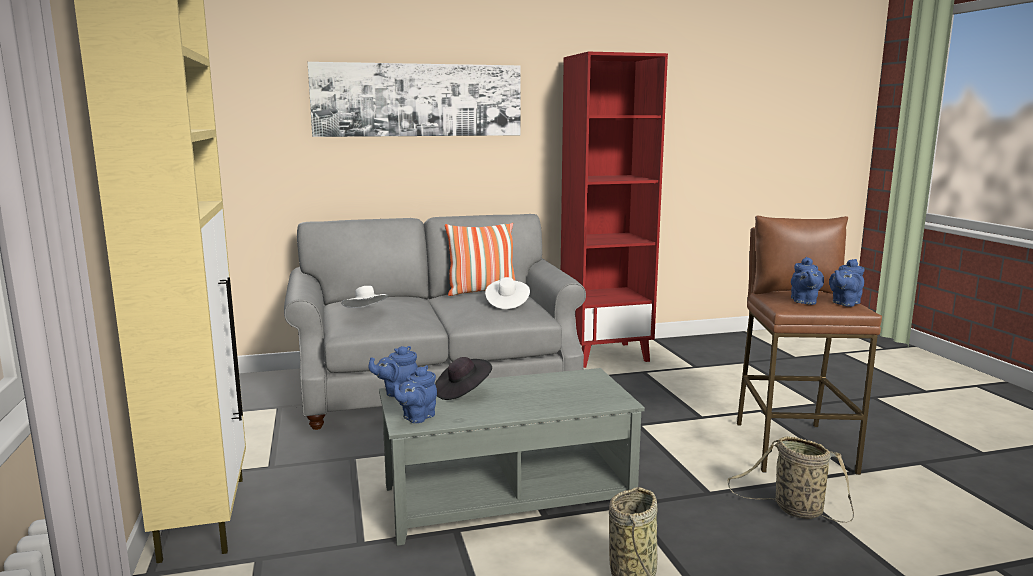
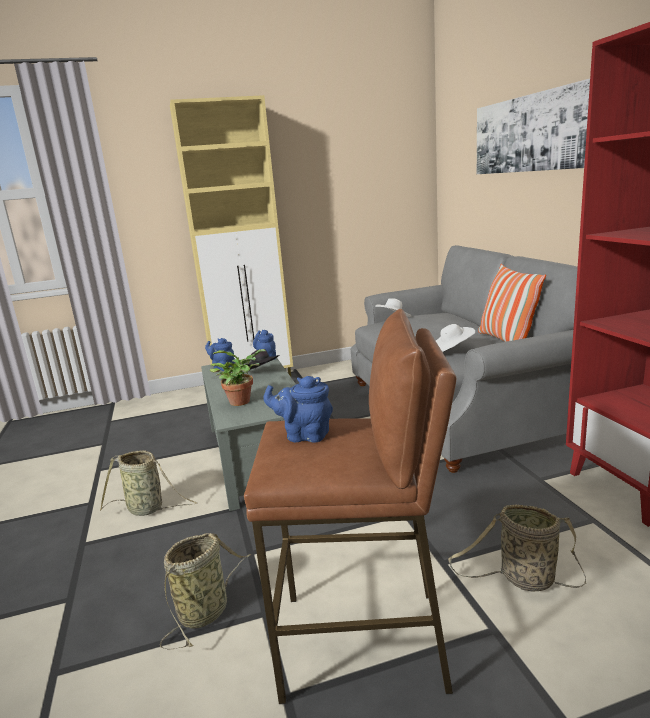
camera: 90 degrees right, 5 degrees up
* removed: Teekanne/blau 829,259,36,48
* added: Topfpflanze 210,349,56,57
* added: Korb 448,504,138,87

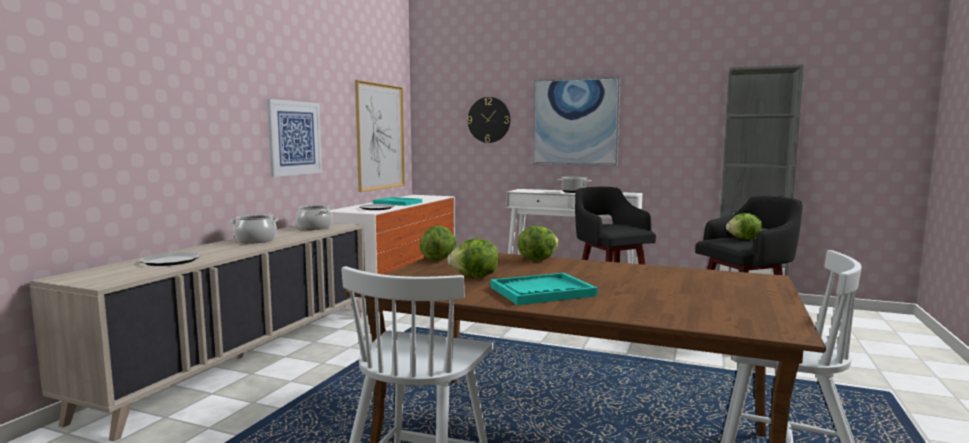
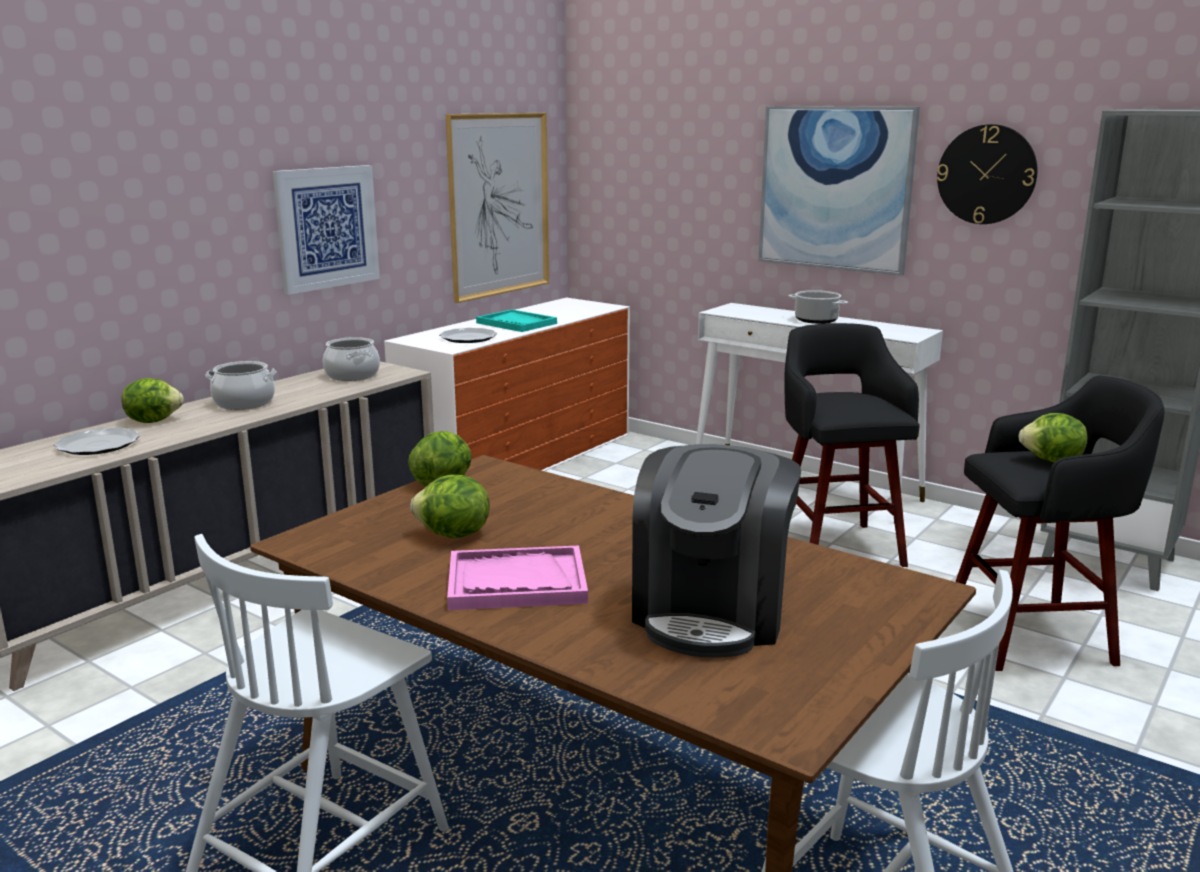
camera: 15 degrees right, 10 degrees up
* moved: Wanduhr 467,97,43,46 to 937,124,100,100
* moved: Salatkopf 517,226,42,35 to 122,378,62,45
* recoloured: Tablett/türkis 491,273,107,32 to Tablett/rosa 447,545,141,65
* added: Kaffeemaschine 632,444,169,214

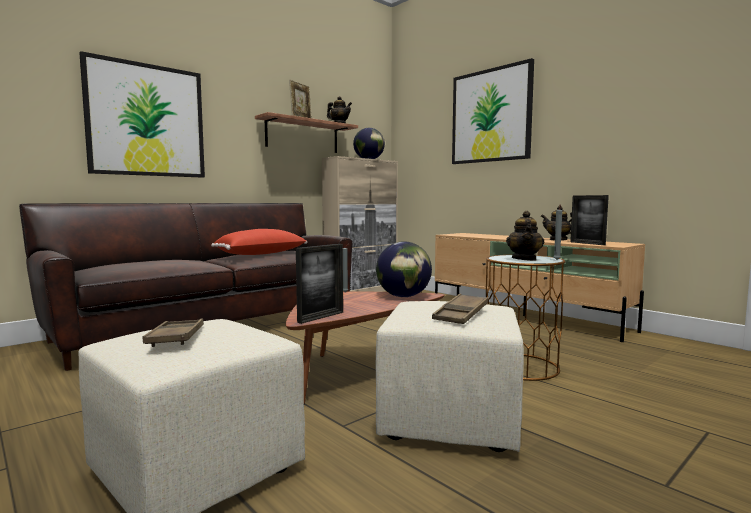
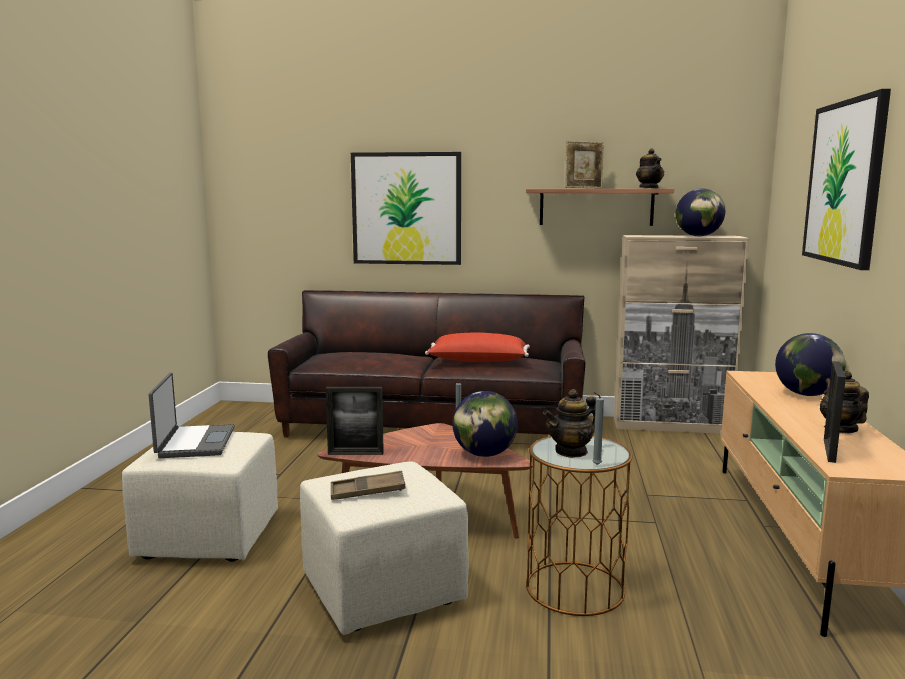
camera: 50 degrees right, 5 degrees up
* replaced: Tablett/braun 142,319,62,28 to Laptop 149,372,86,86
* added: Globus 775,333,71,63

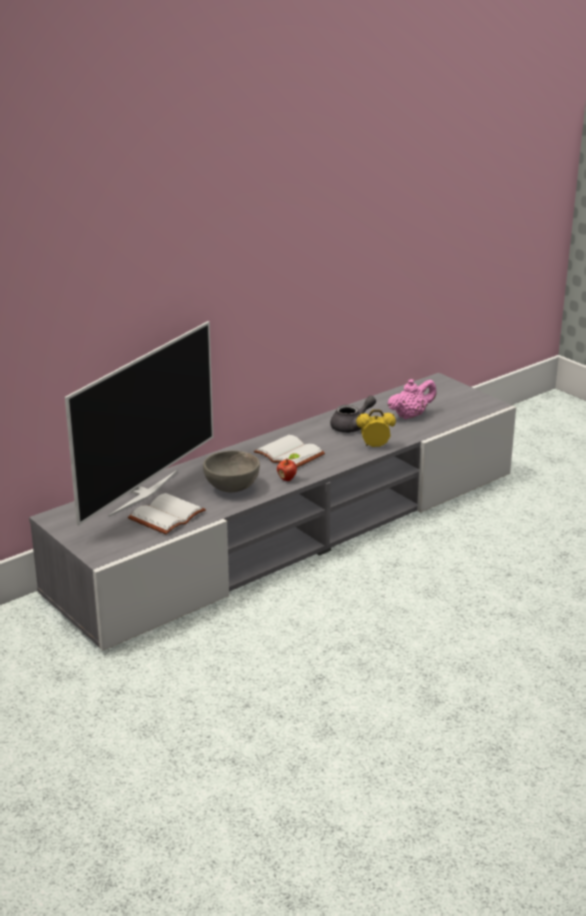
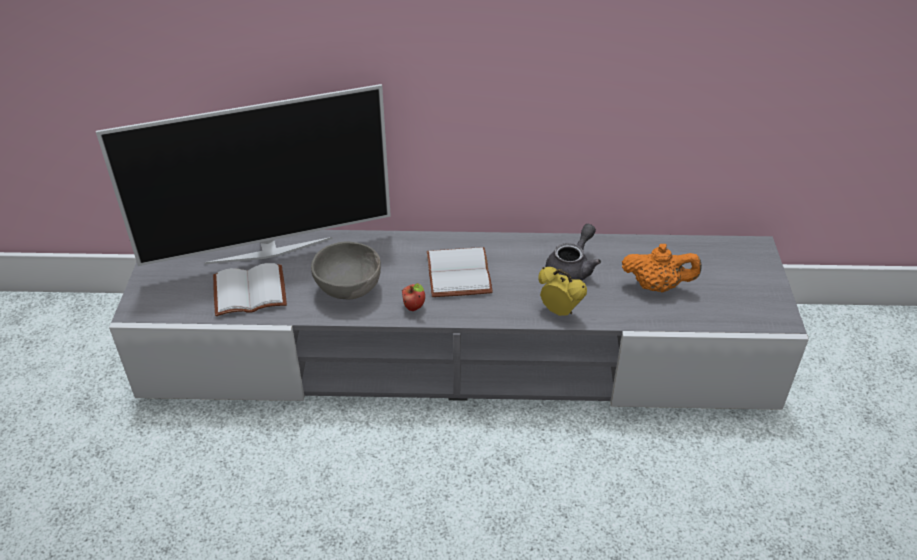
camera: 40 degrees right, 15 degrees up
* recoloured: Teekanne/rosa 388,379,49,40 to Teekanne/orange 622,244,80,48
* turned: Teekanne/grau 330,396,46,37 = 545,224,56,57 60 degrees counterclockwise

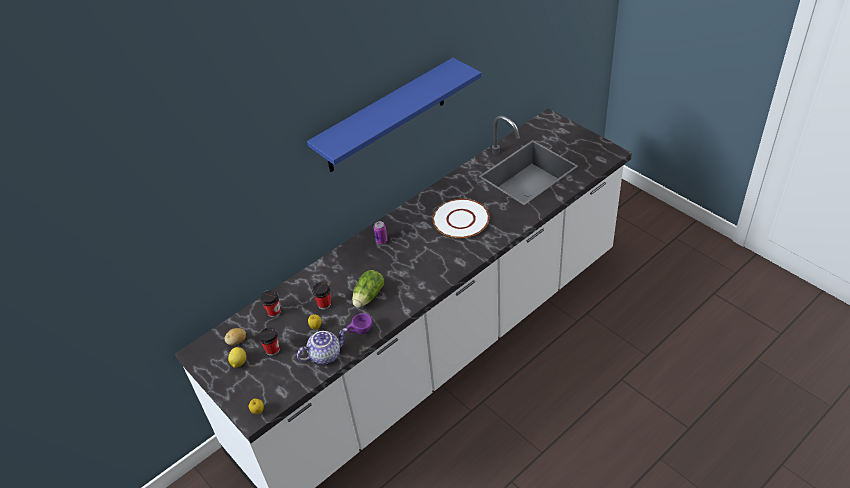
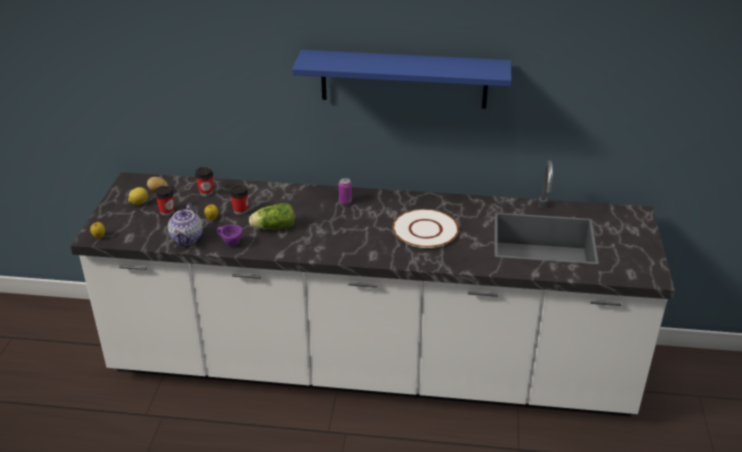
camera: 45 degrees right, 10 degrees down
* turned: Teekanne 297,328,50,36 = 168,204,35,41 75 degrees clockwise

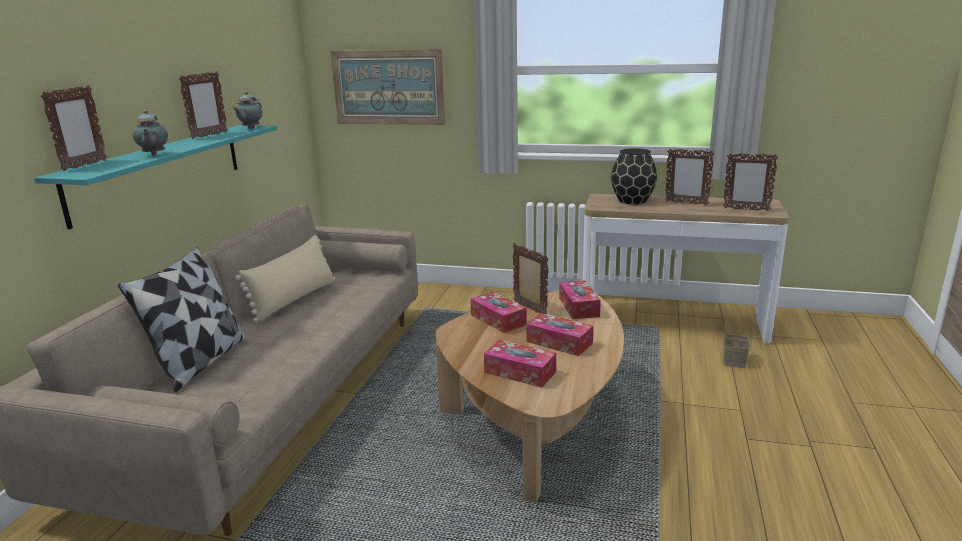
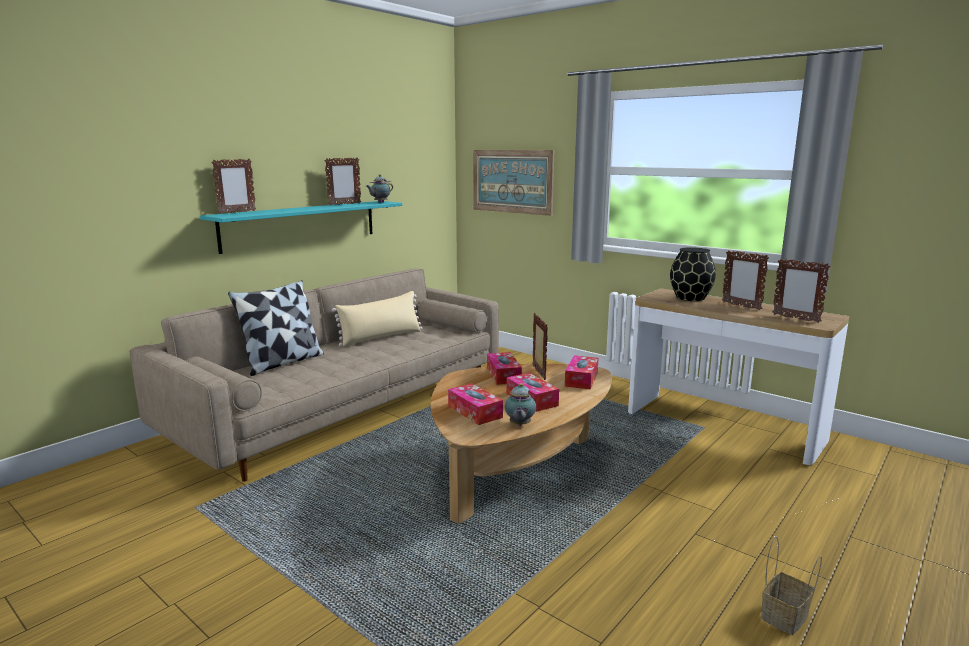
camera: 25 degrees right, 5 degrees down
* moved: Teekanne 133,110,35,46 to 505,383,31,43
* moved: Korb 723,309,34,59 to 761,536,61,99

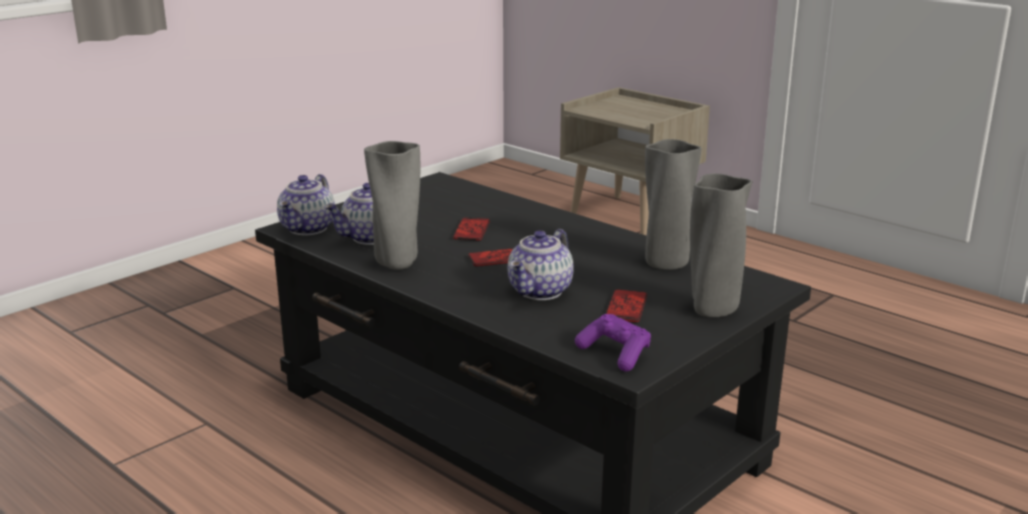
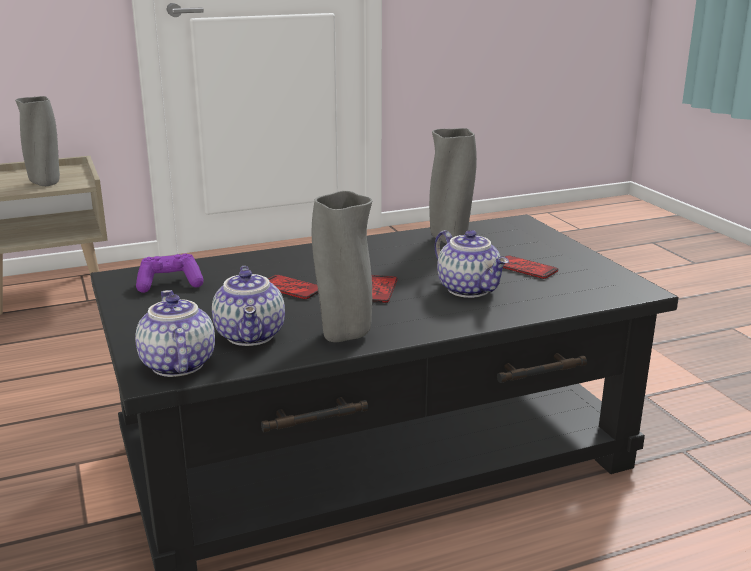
camera: 65 degrees left, 0 degrees up
* turned: Teekanne 277,174,58,61 = 135,290,80,87 150 degrees counterclockwise
* moved: Vase/grau 690,174,63,143 to 15,96,45,90
* moved: Gamepad/lila 575,314,76,58 to 136,253,68,40

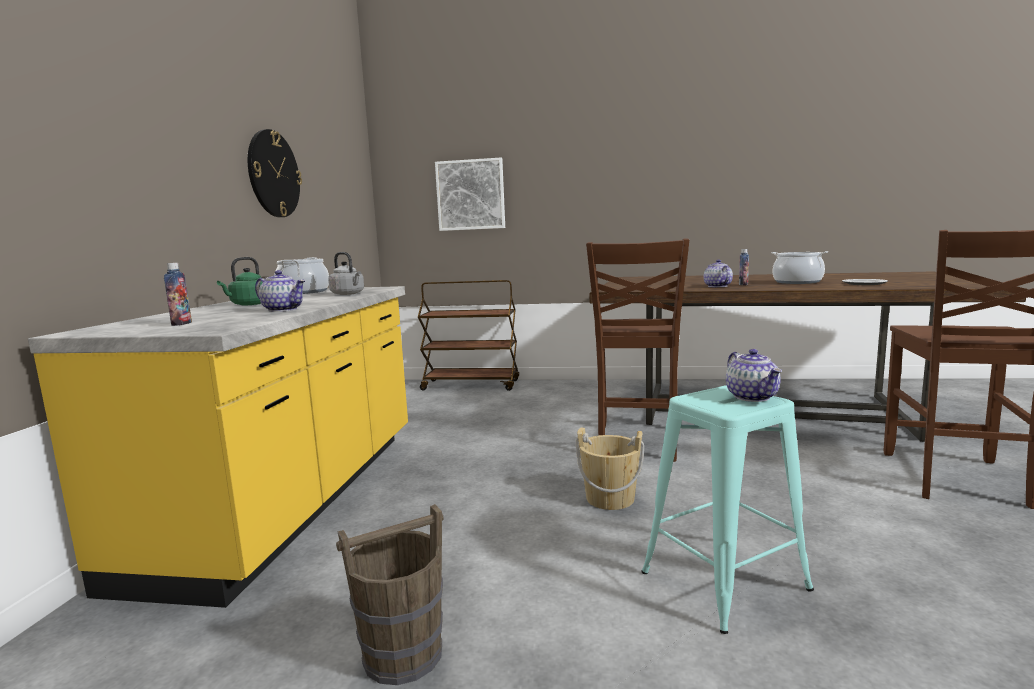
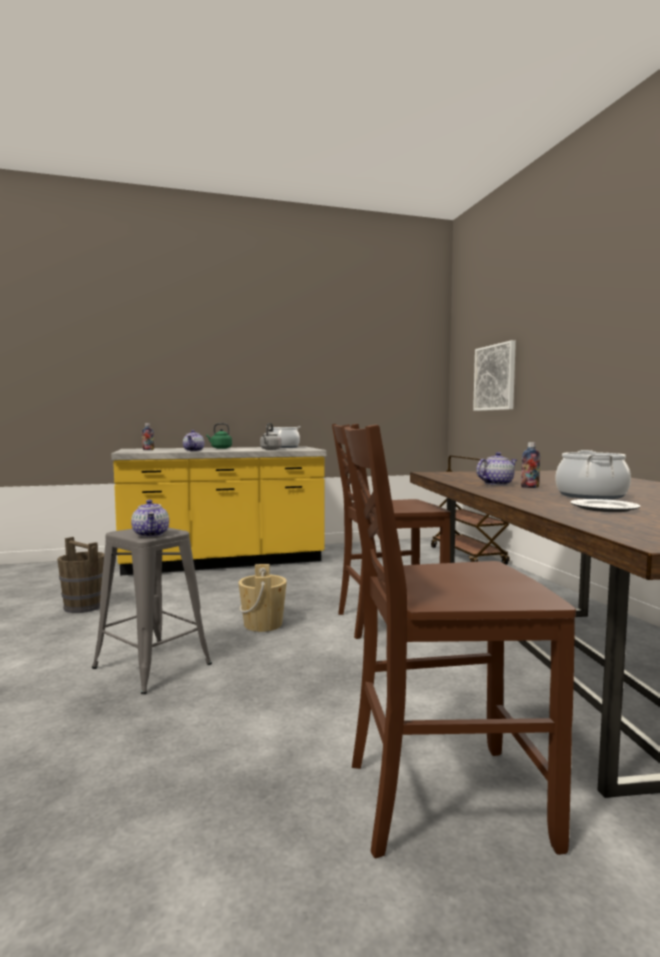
camera: 65 degrees right, 5 degrees down
* removed: Wanduhr 248,129,54,88
* turned: Teekanne 726,349,56,53 = 131,500,38,37 75 degrees counterclockwise
* recoloured: Hocker/türkis 641,385,173,249 to Hocker/grau 92,528,120,166

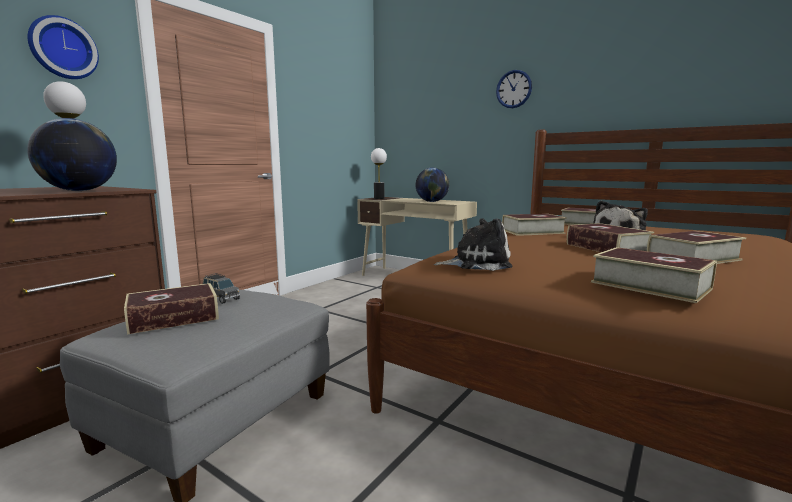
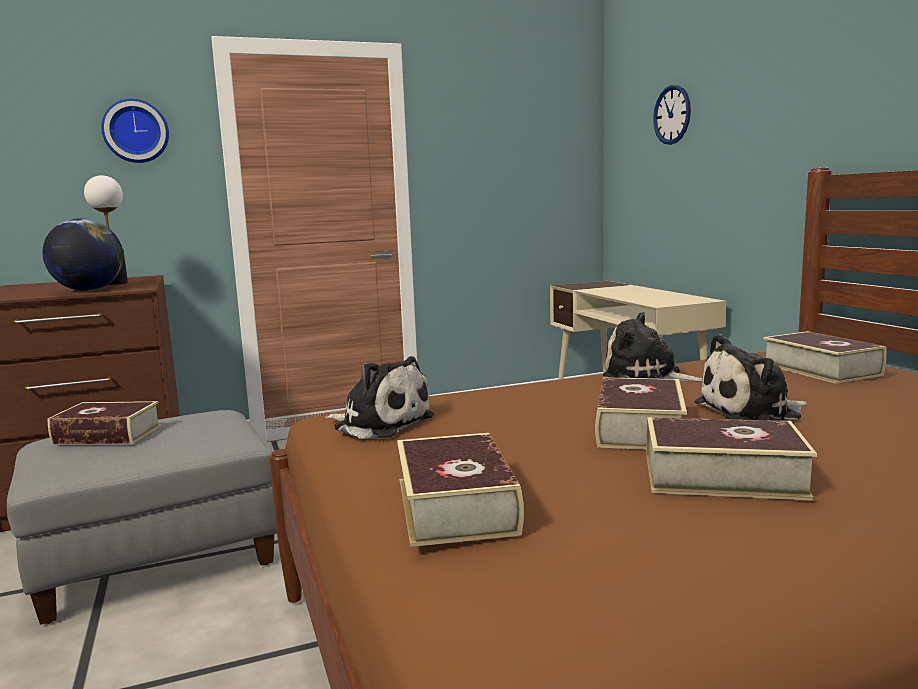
camera: 35 degrees right, 0 degrees up
* moved: Wanduhr 496,70,36,38 to 653,85,38,60
* removed: Tischlampe 371,148,16,51
* removed: Globus 416,168,33,34
* replaced: Buch 502,214,65,22 to Plüschtier 603,312,100,70
* removed: Spielzeugauto/grau 203,273,37,31

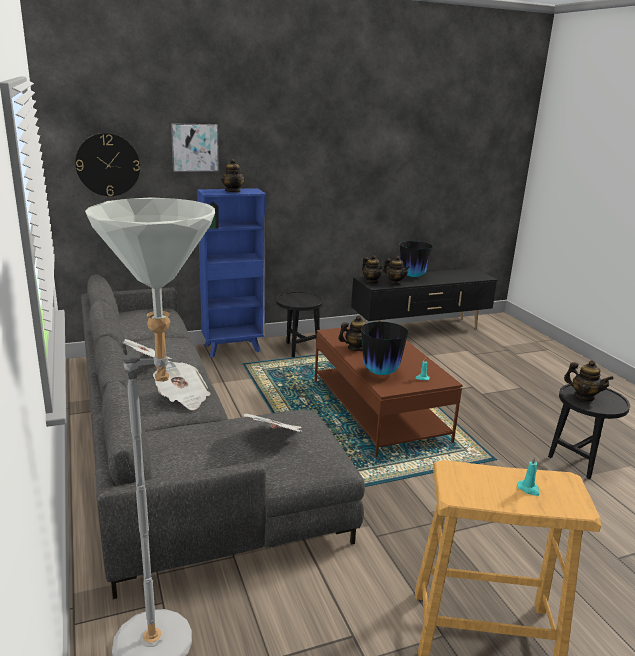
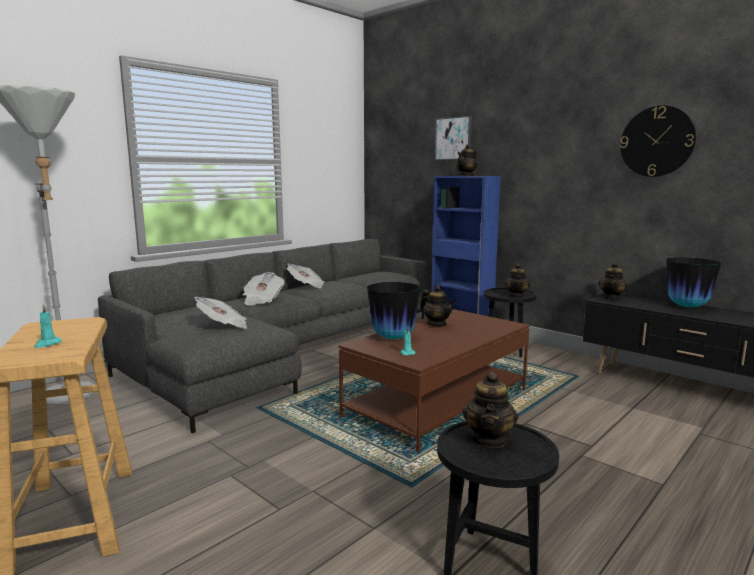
camera: 65 degrees right, 10 degrees down
* moved: Wanduhr 75,133,65,63 to 620,105,76,72
* moved: Teekanne 383,256,27,28 to 504,263,26,35

